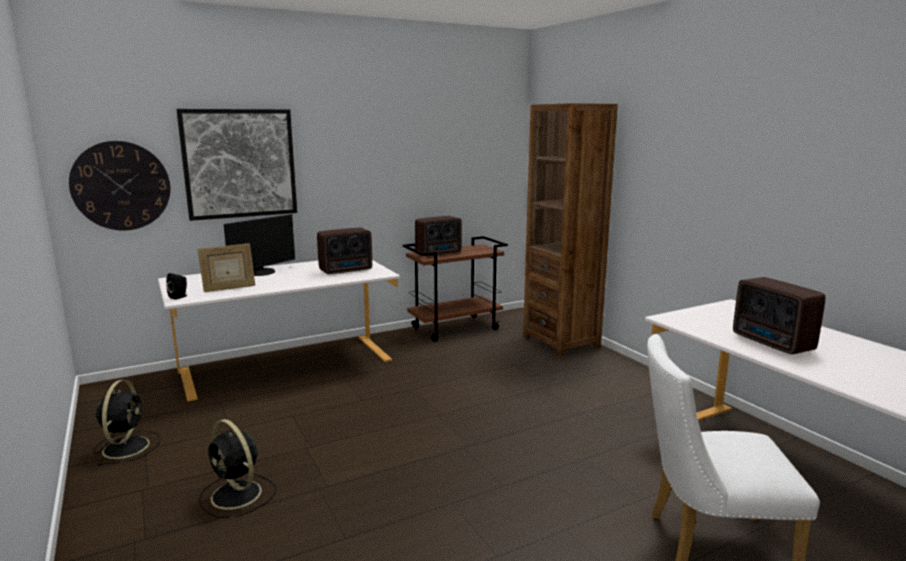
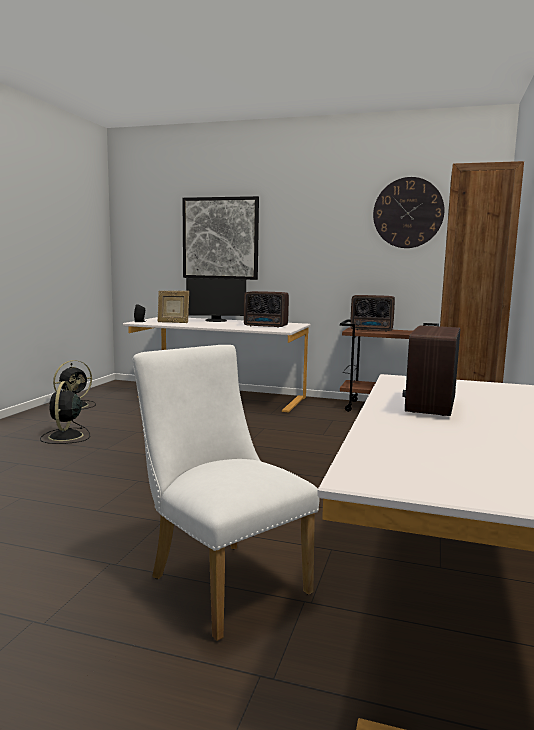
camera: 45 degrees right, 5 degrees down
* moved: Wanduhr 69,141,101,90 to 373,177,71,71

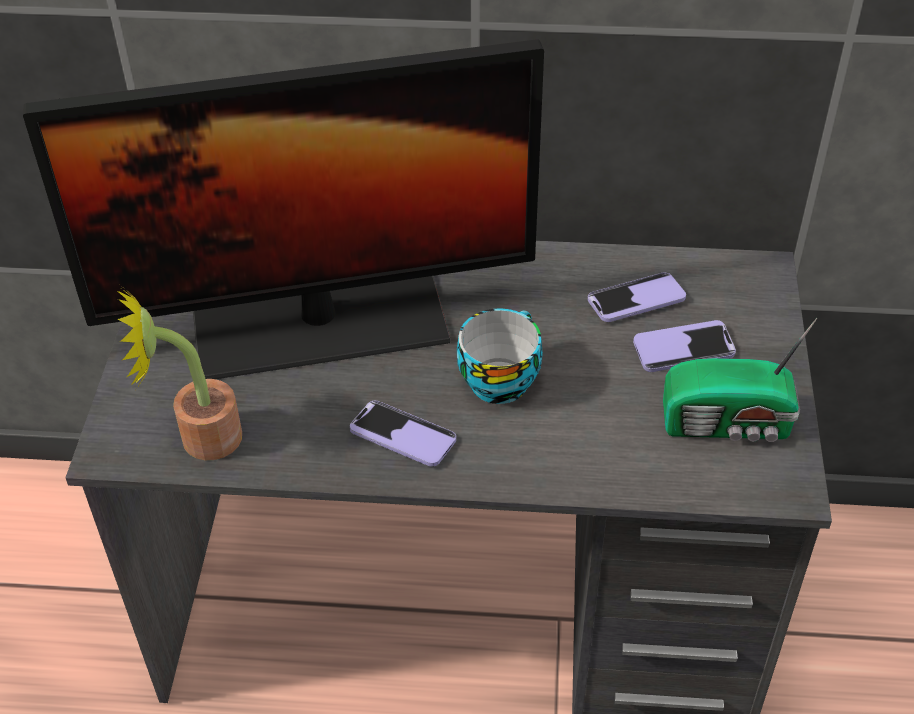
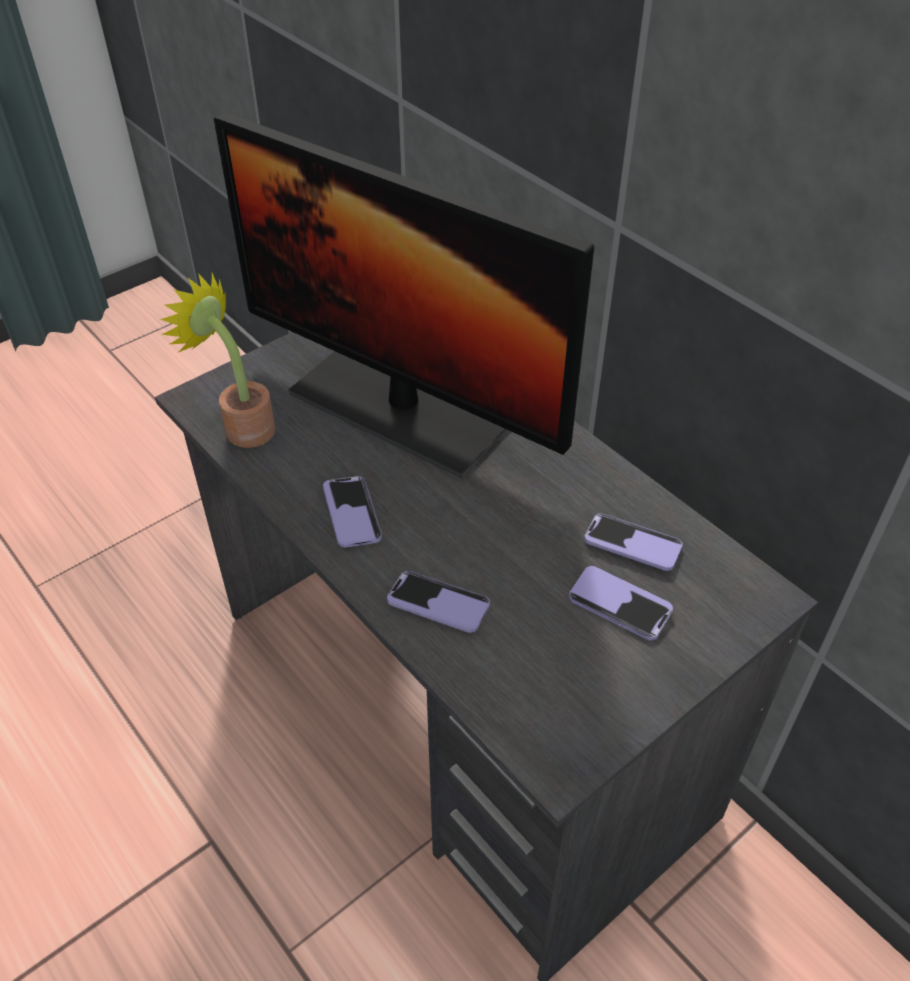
camera: 45 degrees right, 0 degrees up
* removed: Tasse 457,308,86,96
* removed: Radio 663,318,154,124
* added: Handy 387,571,103,62

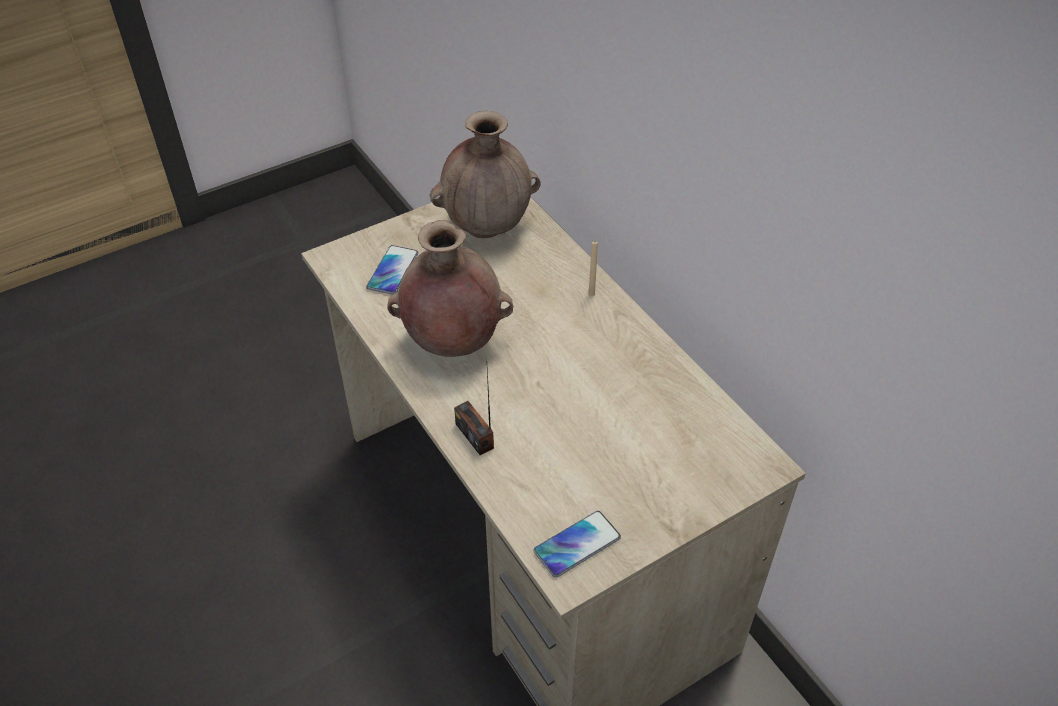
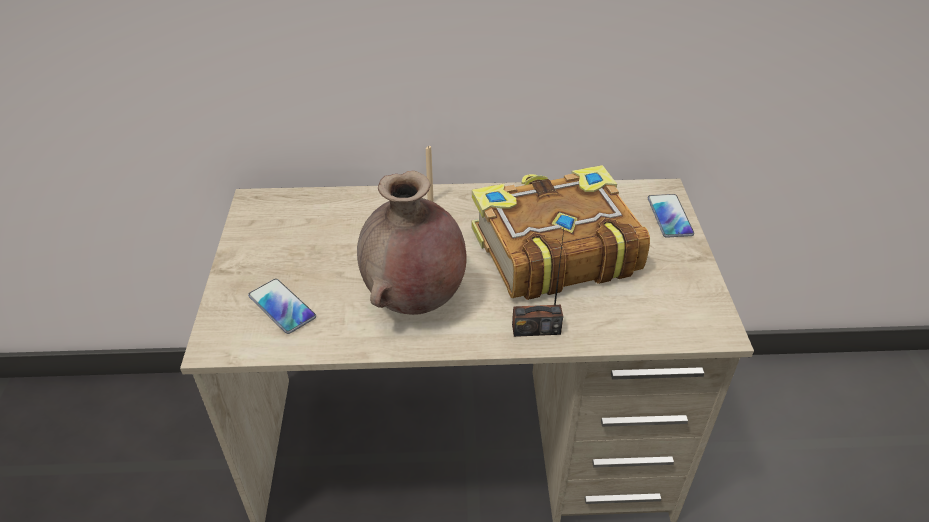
camera: 60 degrees left, 5 degrees down
* removed: Vase/braun 430,111,111,127
* moved: Handy 533,511,88,67 to 648,194,46,44
* added: Buch 472,165,178,135

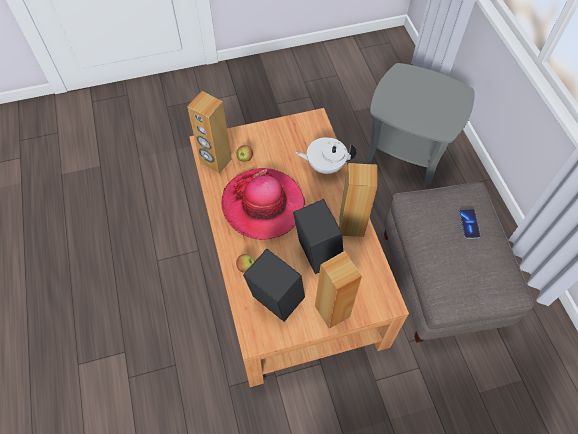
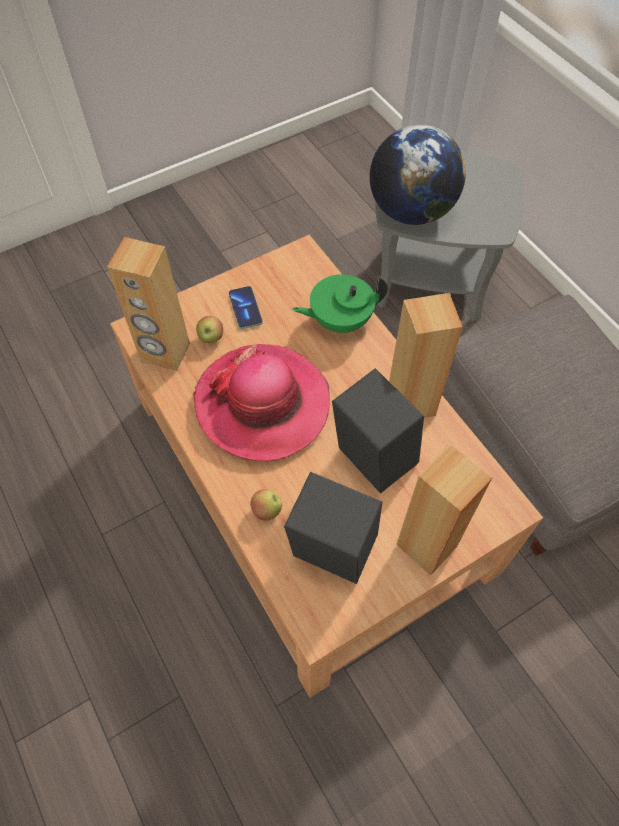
camera: 15 degrees left, 0 degrees up
* recoloured: Teekanne/weiß 295,137,61,37 to Teekanne/grün 292,275,96,58
* moved: Handy 459,209,22,30 to 229,286,34,43
* added: Globus 370,125,96,100

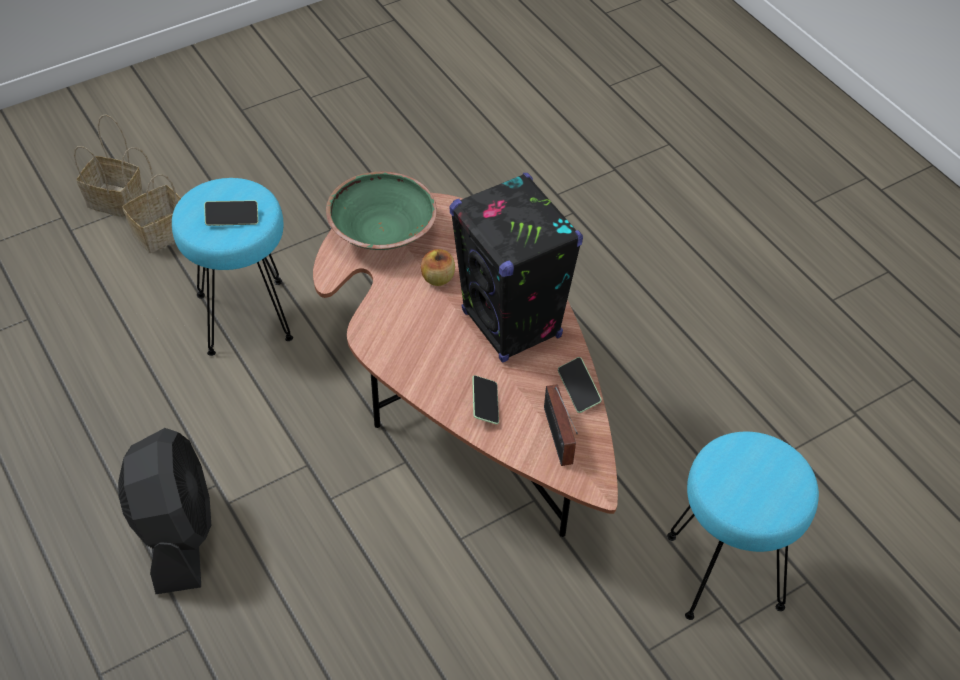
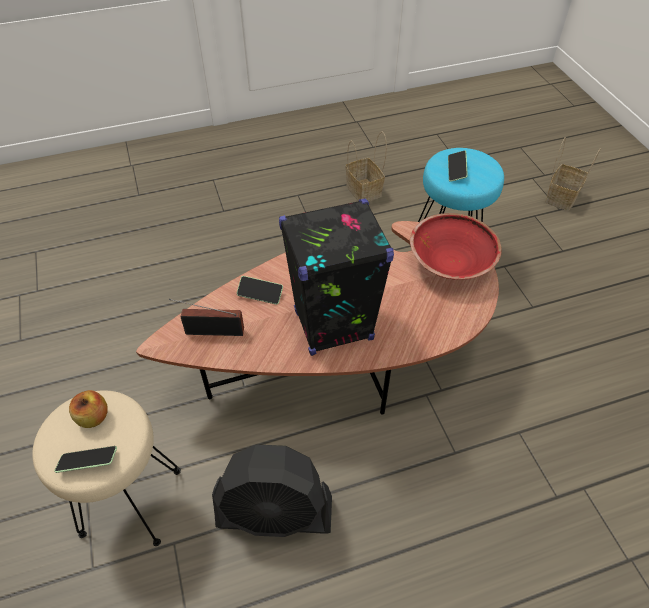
camera: 105 degrees right, 0 degrees up
* moved: Korb 121,147,60,106 to 346,131,41,71
* recoloured: Schüssel/grün 326,171,111,79 to Schüssel/rot 410,213,92,67
* moved: Apfel 421,249,34,37 to 69,390,39,38
* moved: Handy 558,357,44,56 to 54,446,63,27
* moved: Ventilator/schwarz 118,428,93,166 to 212,444,120,93
* recoloured: Hocker/türkis 667,432,152,188 to Hocker/beige 32,391,149,155

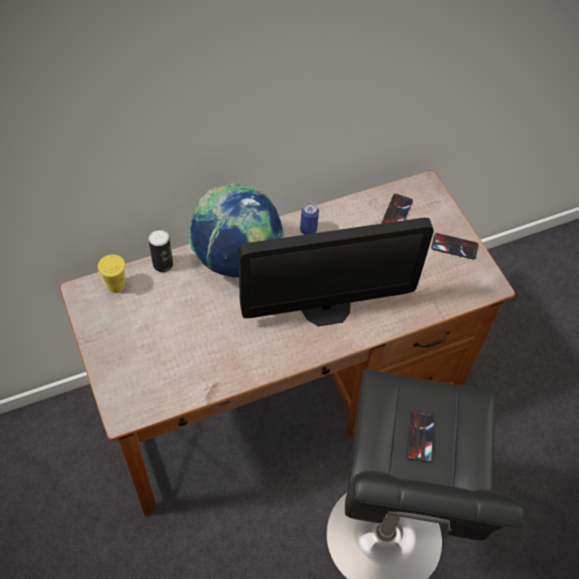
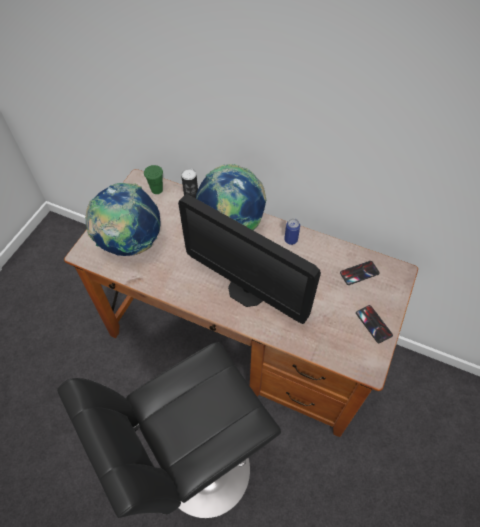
camera: 50 degrees right, 0 degrees up
* recoloured: Tasse/gelb 98,254,27,39 to Tasse/grün 144,165,19,29
* removed: Handy 407,410,28,53
* added: Globus 85,183,75,73

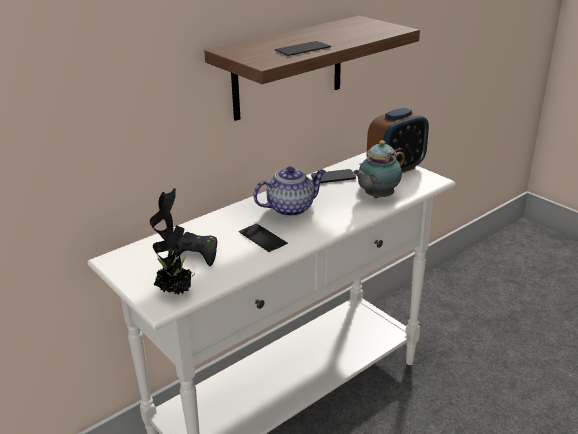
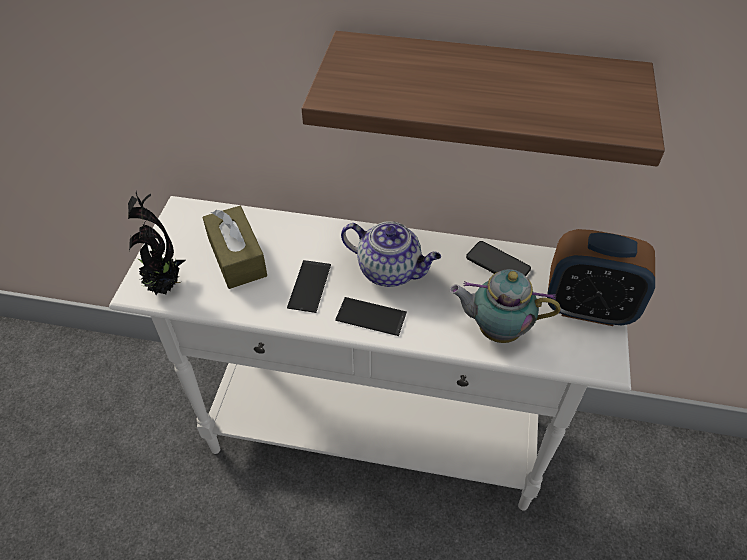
camera: 50 degrees right, 20 degrees up
* moved: Handy 275,41,56,15 to 335,297,72,39
* replaced: Gamepad/schwarz 168,232,49,34 to Taschentuchbox/braun 202,206,65,83

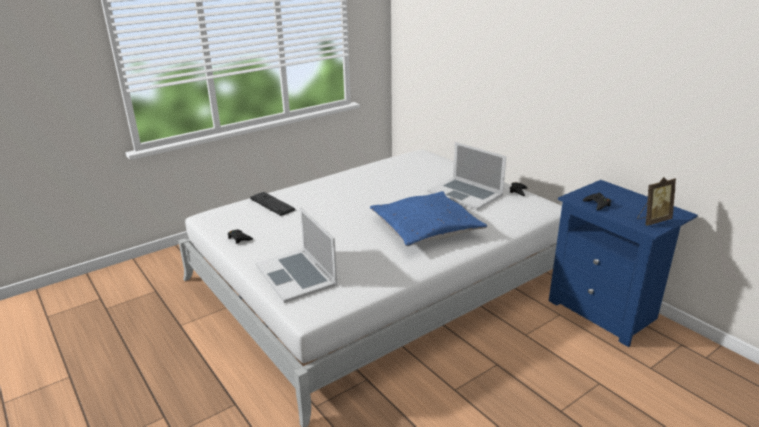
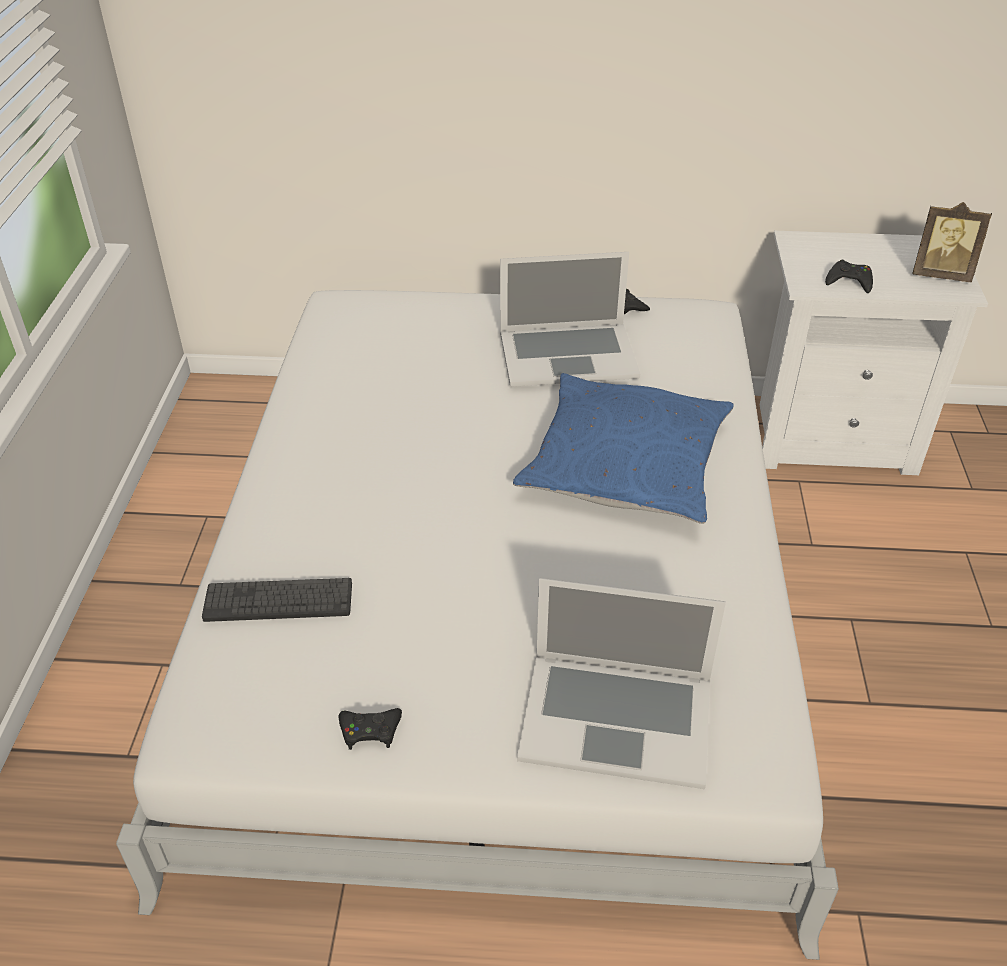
camera: 50 degrees left, 15 degrees up
* turned: Bilderrahmen 637,177,39,49 = 913,202,79,80 90 degrees clockwise
* recoloured: Nachttisch/blau 549,180,149,167 to Nachttisch/weiß 760,231,228,244

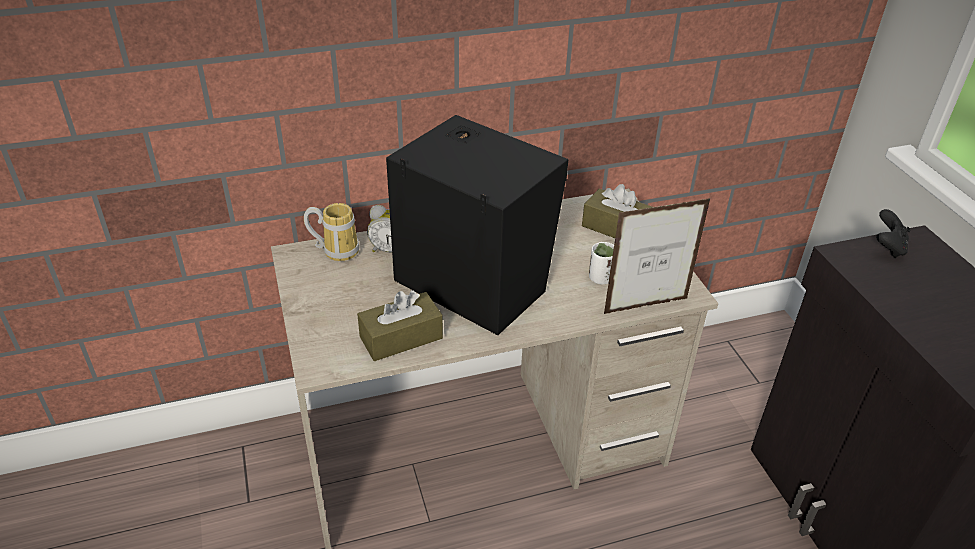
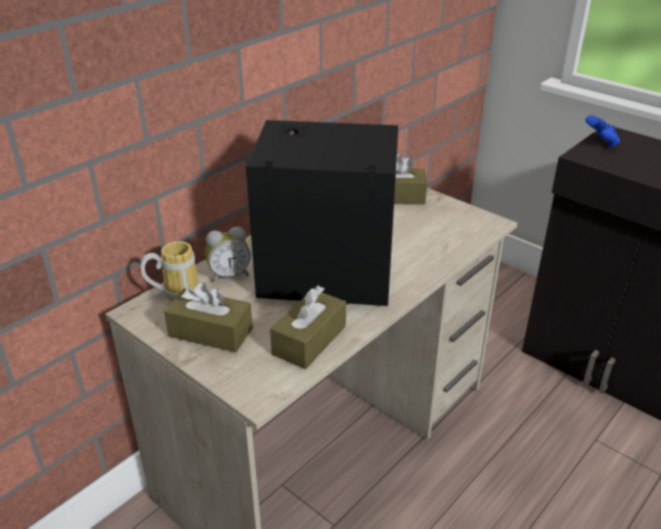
camera: 30 degrees left, 5 degrees down
* removed: Bilderrahmen 604,198,107,116
* recoloured: Gamepad/schwarz 876,209,34,49 to Gamepad/blau 585,115,35,33
* removed: Tasse/weiß 589,242,25,42
* added: Taschentuchbox/braun 164,282,89,70

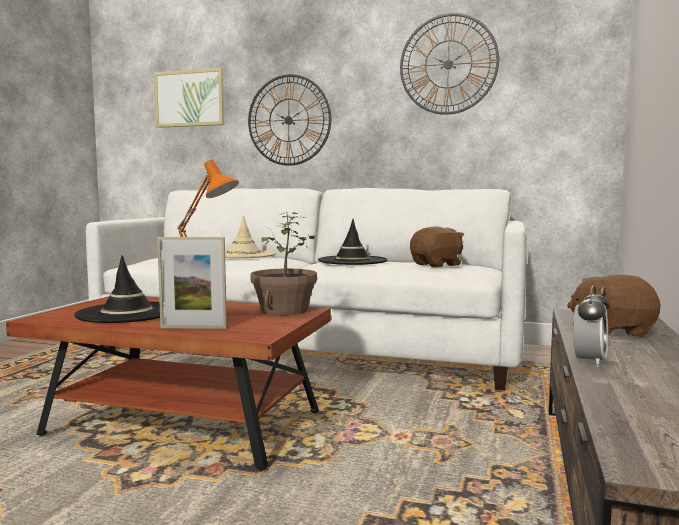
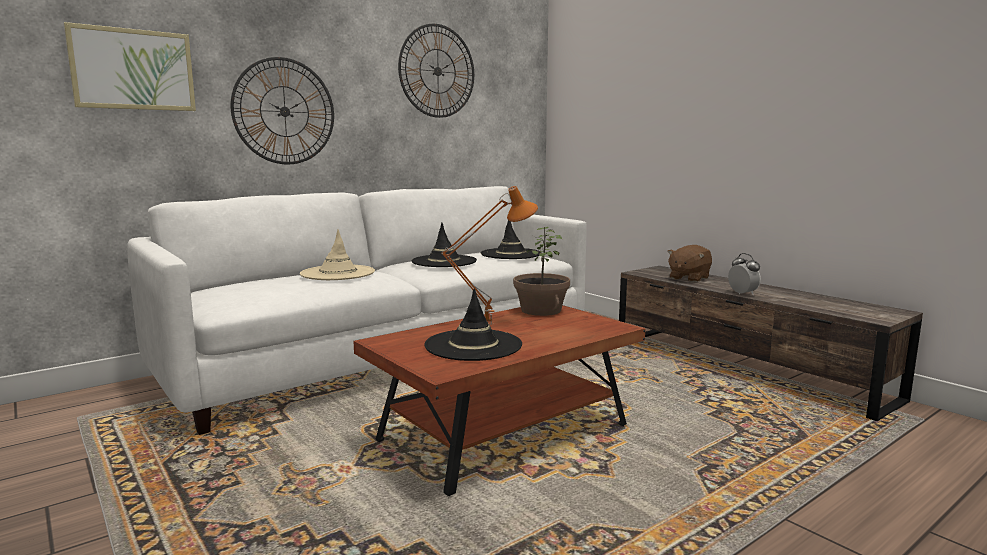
camera: 55 degrees left, 5 degrees up
* replaced: Plüschtier/braun 410,226,54,41 to Hut/schwarz 481,221,60,38
* removed: Bilderrahmen 157,237,70,92

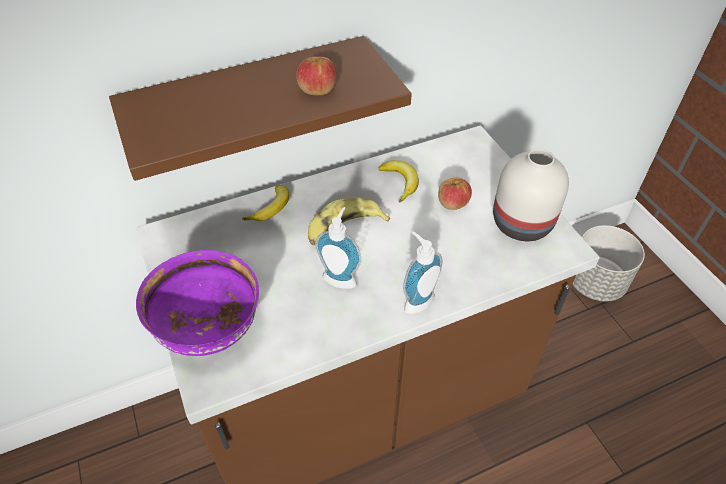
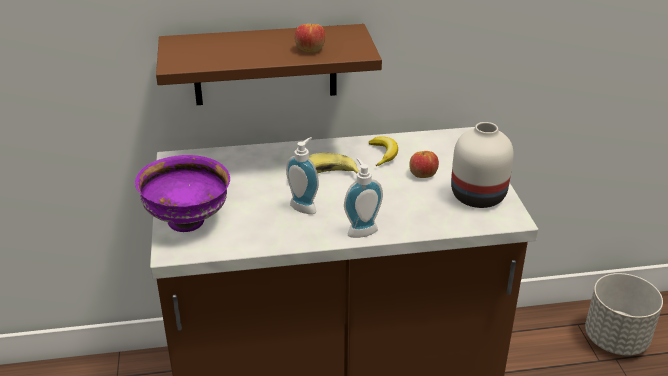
camera: 15 degrees right, 15 degrees down
* removed: Banane 242,185,47,36

